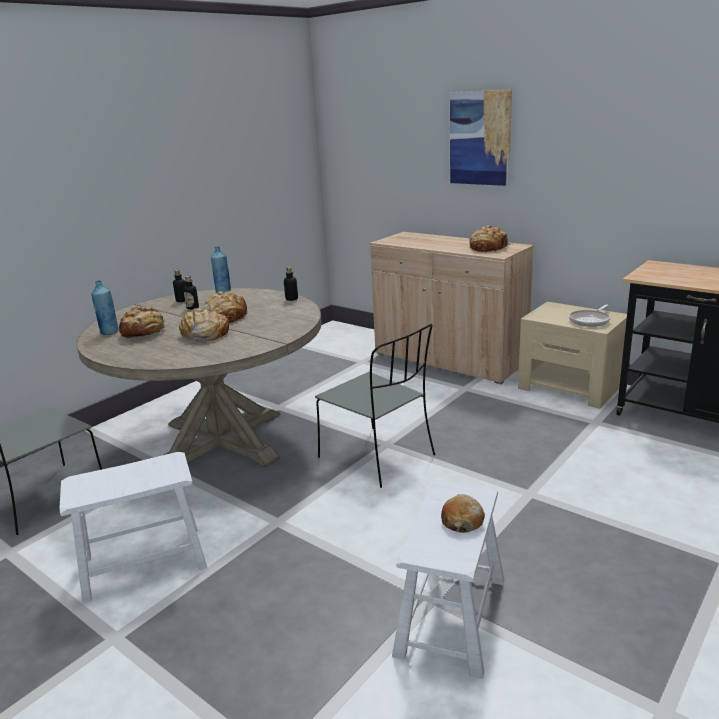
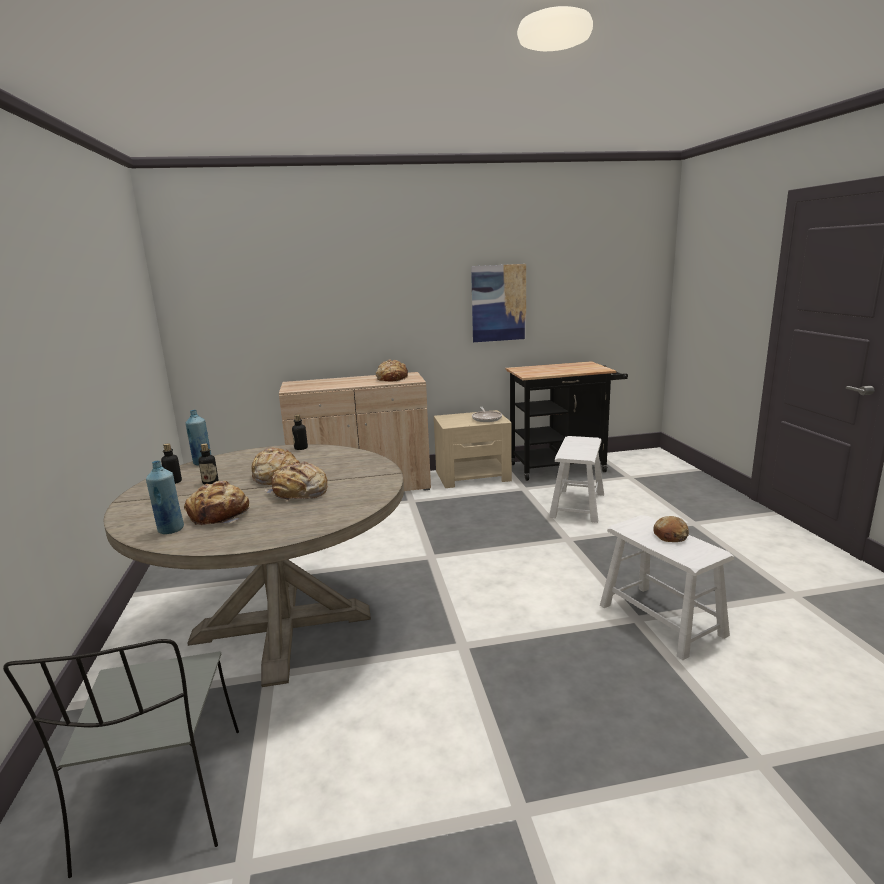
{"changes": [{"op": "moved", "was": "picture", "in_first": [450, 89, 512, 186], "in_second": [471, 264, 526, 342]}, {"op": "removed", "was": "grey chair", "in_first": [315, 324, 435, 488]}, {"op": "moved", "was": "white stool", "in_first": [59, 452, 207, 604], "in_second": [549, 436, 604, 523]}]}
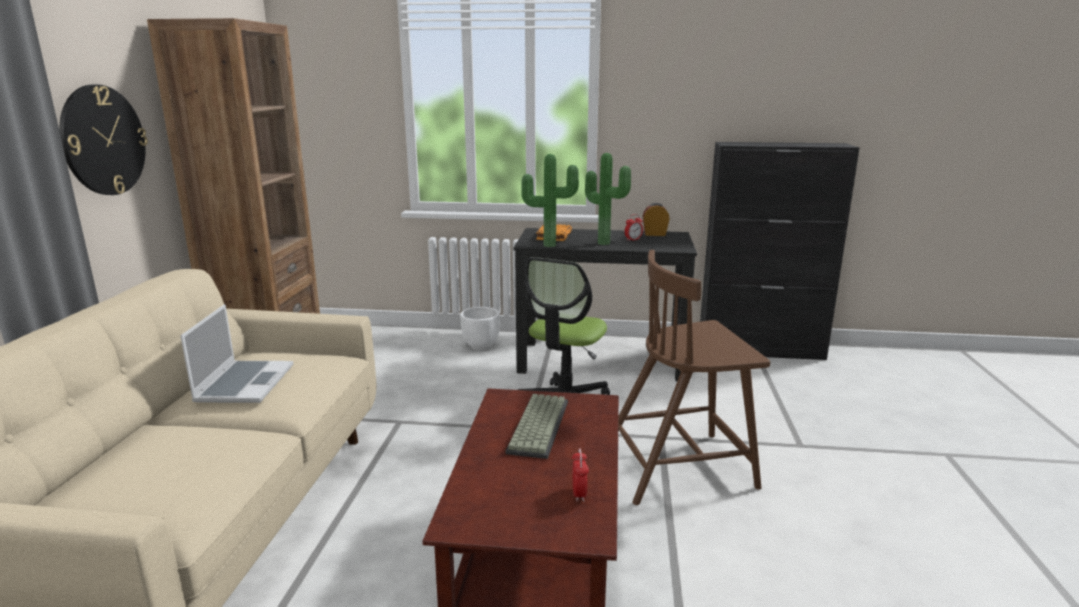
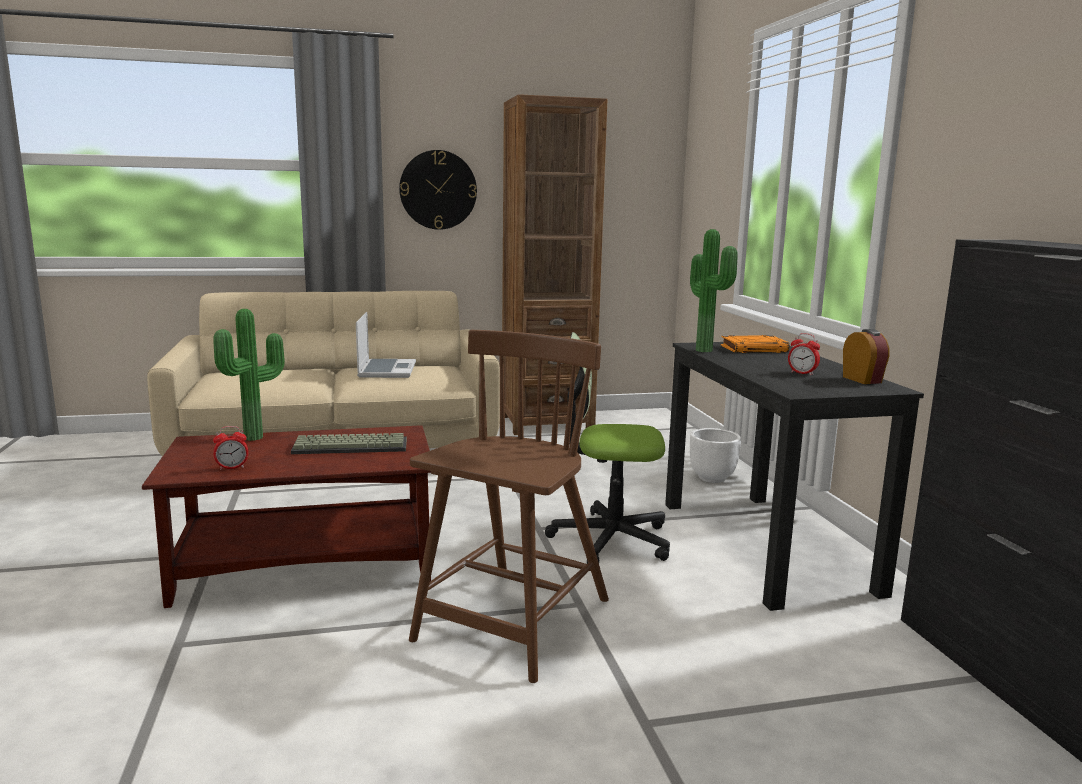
{"changes": [{"op": "moved", "was": "potted plant", "in_first": [585, 153, 631, 245], "in_second": [213, 309, 285, 441]}, {"op": "turned", "was": "brown chair", "in_first": [618, 250, 770, 505], "in_second": [409, 330, 609, 683], "clockwise": 60}, {"op": "turned", "was": "laptop", "in_first": [180, 304, 294, 403], "in_second": [356, 312, 416, 378], "clockwise": -75}]}
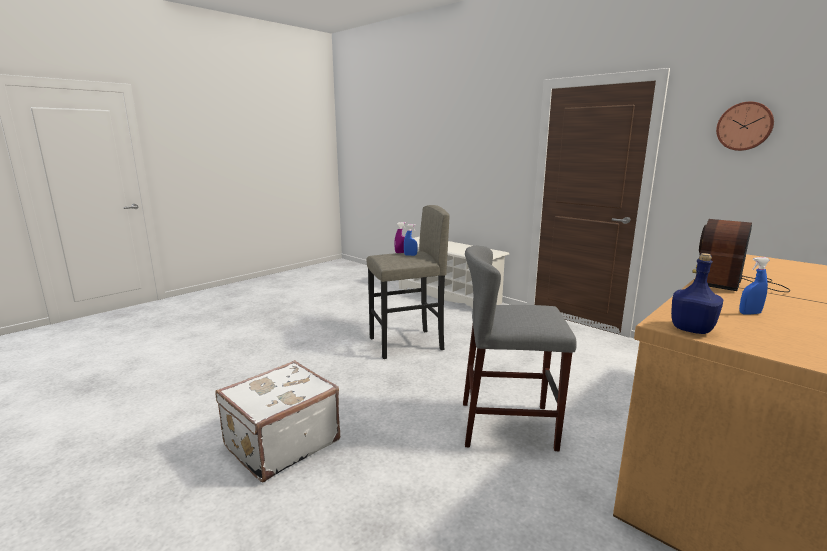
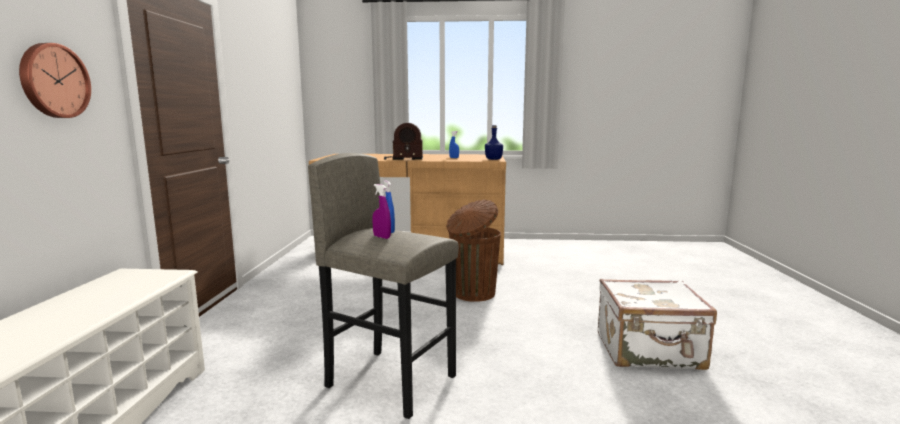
{"changes": [{"op": "moved", "was": "wall clock", "in_first": [716, 101, 774, 151], "in_second": [19, 43, 91, 118]}, {"op": "replaced", "was": "grey stool", "now": "brown trash can", "in_first": [463, 246, 577, 451], "in_second": [446, 200, 501, 302]}]}
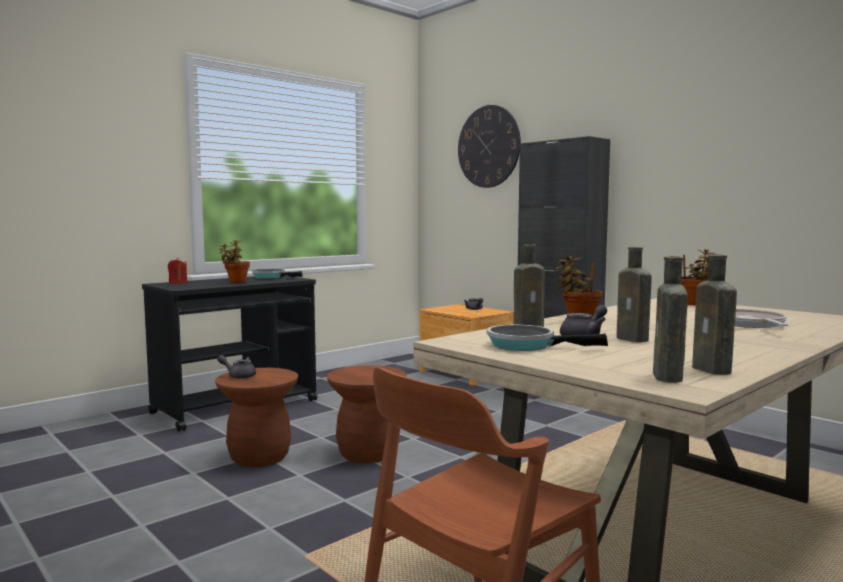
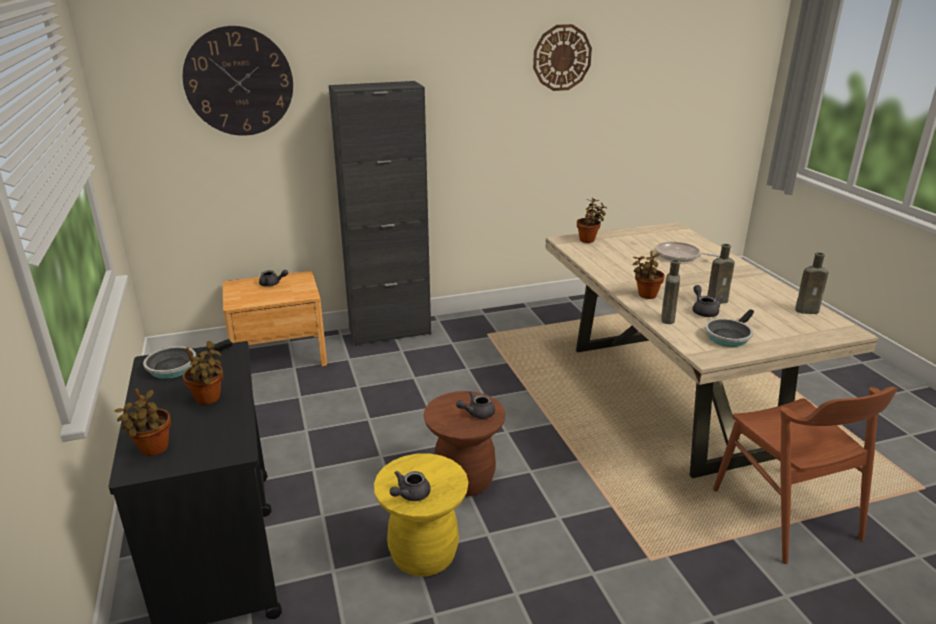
{"changes": [{"op": "removed", "was": "brown bottle", "in_first": [653, 256, 688, 383]}, {"op": "replaced", "was": "red candle", "now": "potted plant", "in_first": [168, 258, 187, 284], "in_second": [115, 389, 171, 456]}, {"op": "recoloured", "was": "brown stool", "now": "yellow stool", "in_first": [215, 368, 298, 467], "in_second": [374, 453, 468, 577]}, {"op": "added", "now": "wall clock", "in_second": [533, 24, 592, 91]}, {"op": "added", "now": "grey teapot", "in_second": [456, 391, 495, 419]}]}
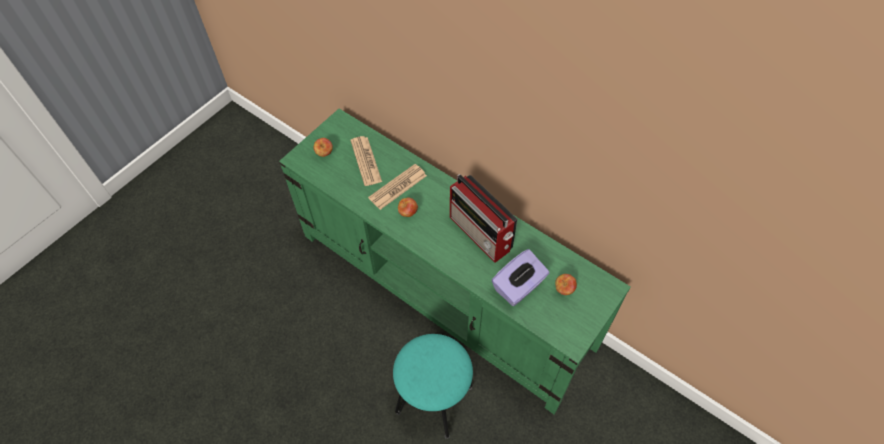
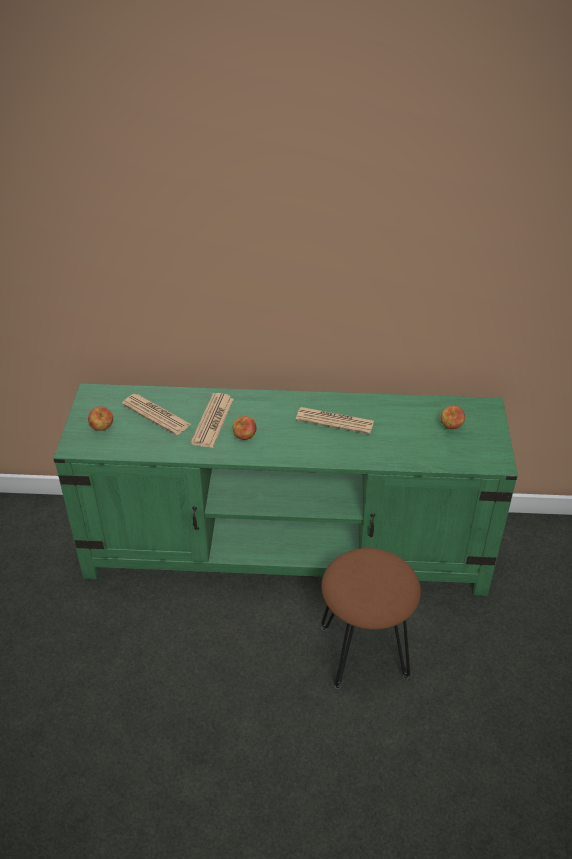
{"changes": [{"op": "replaced", "was": "radio", "now": "newspaper", "in_first": [450, 174, 517, 263], "in_second": [296, 407, 374, 434]}, {"op": "removed", "was": "purple tissue box", "in_first": [492, 249, 549, 306]}, {"op": "recoloured", "was": "turquoise stool", "now": "brown stool", "in_first": [393, 334, 473, 439], "in_second": [321, 548, 421, 690]}]}
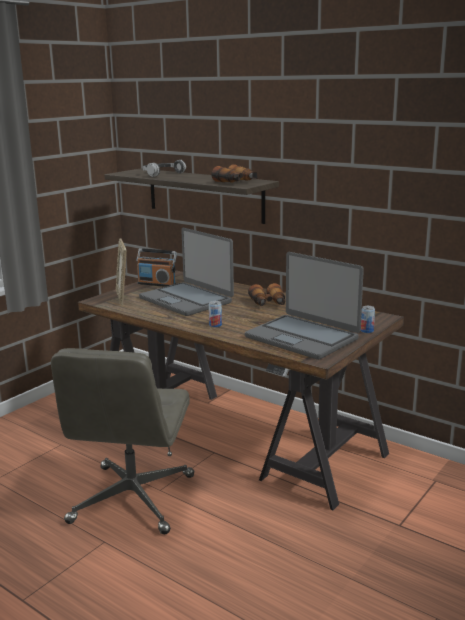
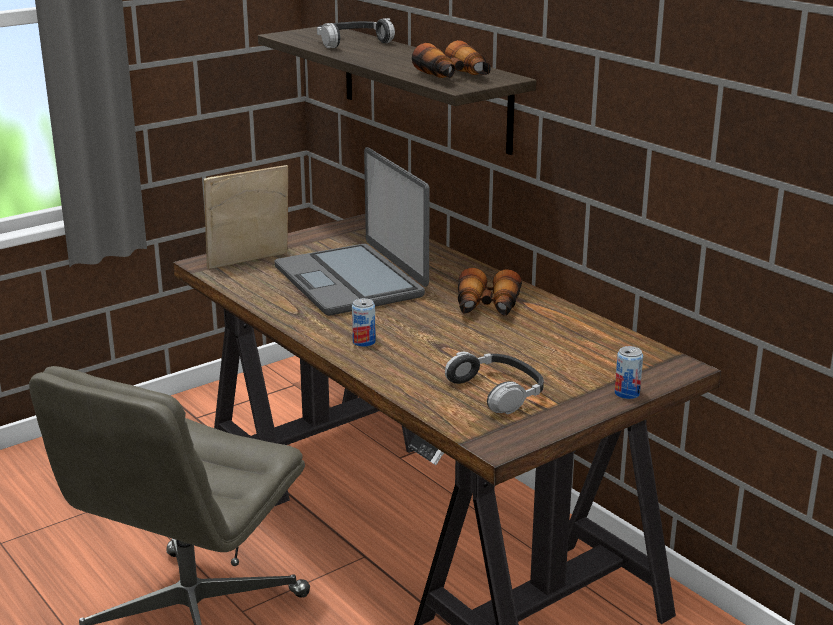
{"changes": [{"op": "turned", "was": "picture frame", "in_first": [116, 239, 127, 306], "in_second": [203, 165, 288, 269], "clockwise": 60}, {"op": "removed", "was": "radio", "in_first": [136, 248, 177, 287]}, {"op": "replaced", "was": "laptop", "now": "headphones", "in_first": [245, 252, 364, 360], "in_second": [445, 352, 544, 415]}]}
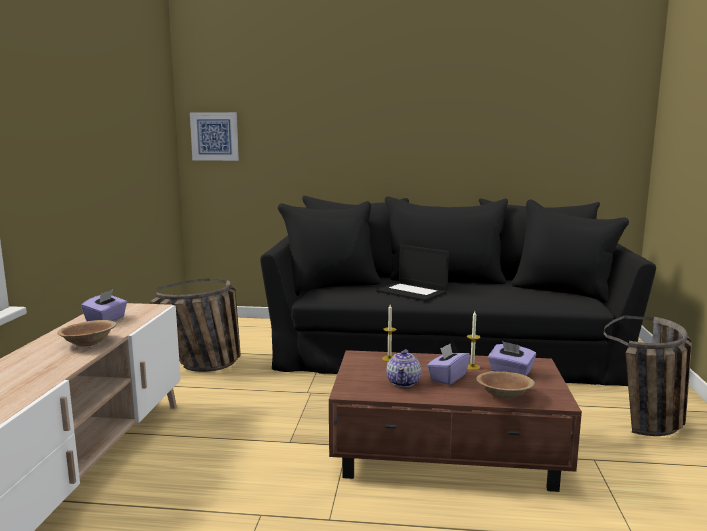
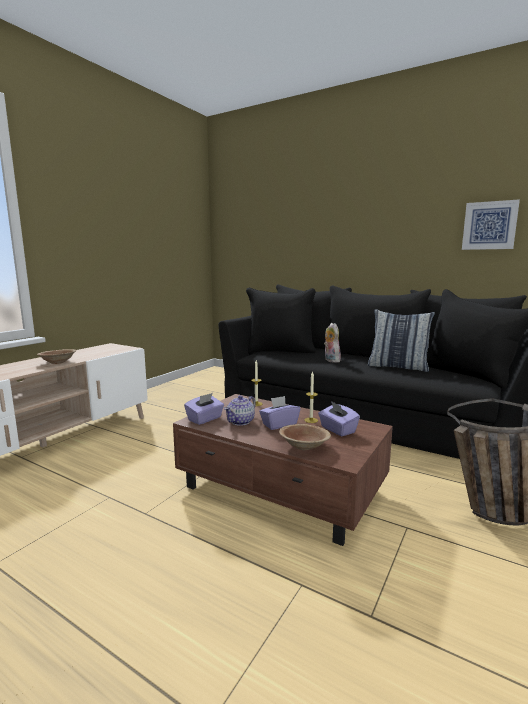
{"changes": [{"op": "moved", "was": "picture", "in_first": [190, 112, 239, 161], "in_second": [462, 199, 520, 250]}, {"op": "replaced", "was": "laptop", "now": "plush toy", "in_first": [376, 245, 449, 302], "in_second": [324, 323, 341, 363]}, {"op": "removed", "was": "basket", "in_first": [150, 278, 241, 372]}, {"op": "moved", "was": "purple tissue box", "in_first": [81, 290, 127, 321], "in_second": [184, 393, 224, 425]}, {"op": "added", "now": "pillow", "in_second": [368, 309, 435, 372]}]}
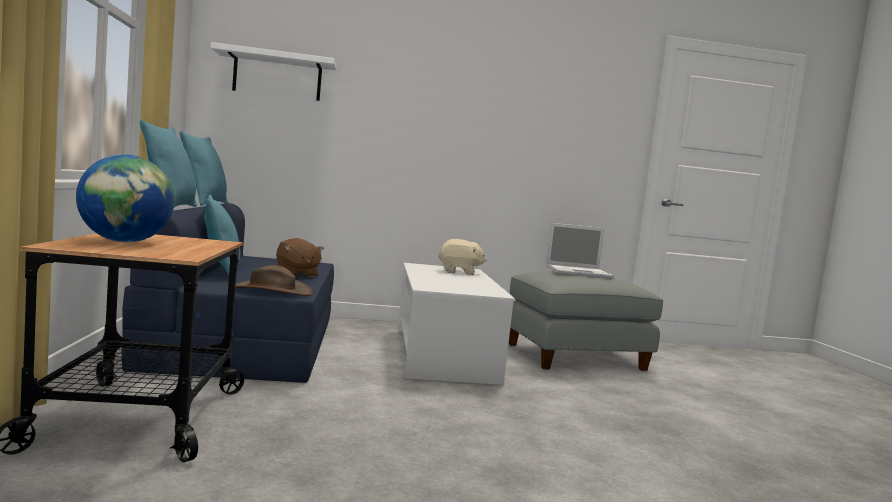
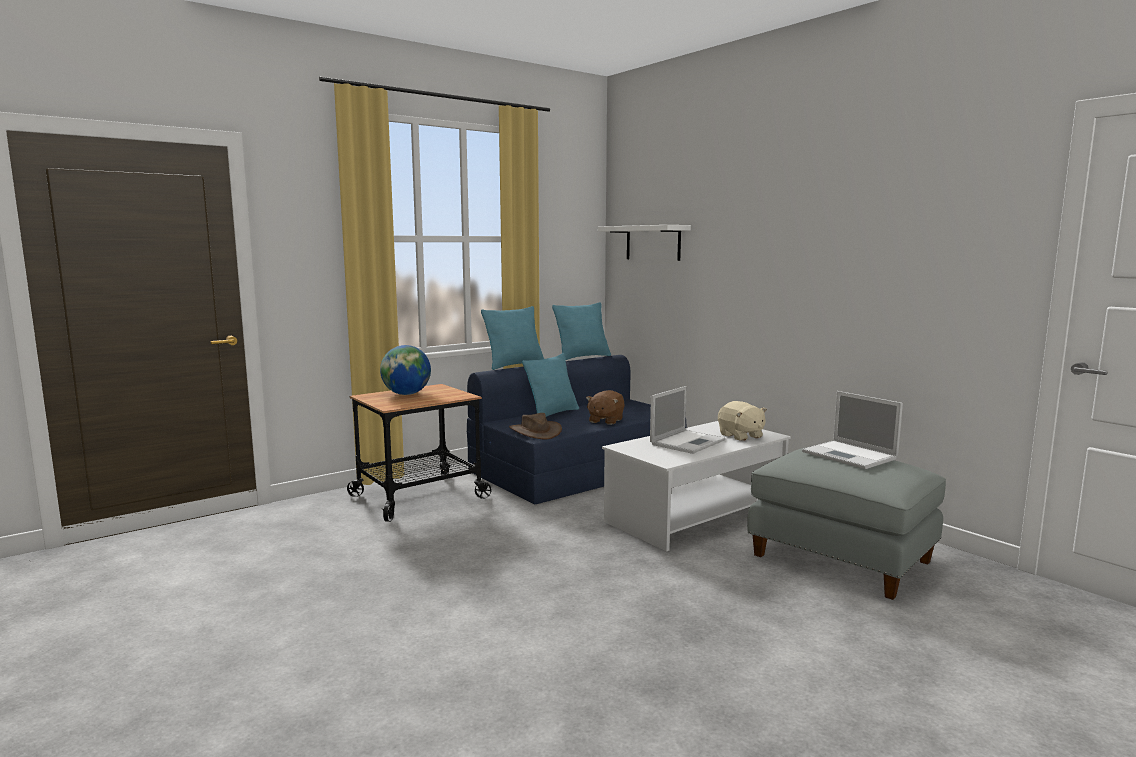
{"changes": [{"op": "added", "now": "laptop", "in_second": [650, 386, 725, 454]}]}
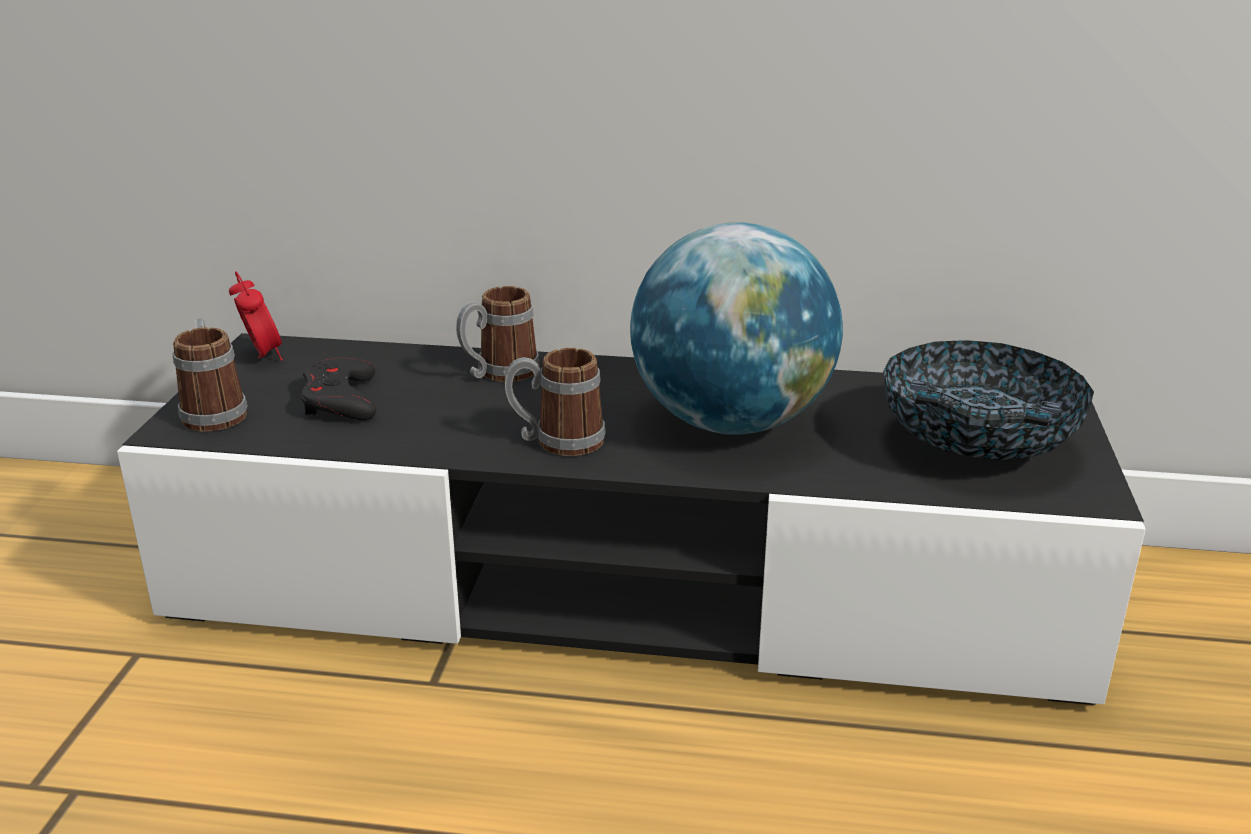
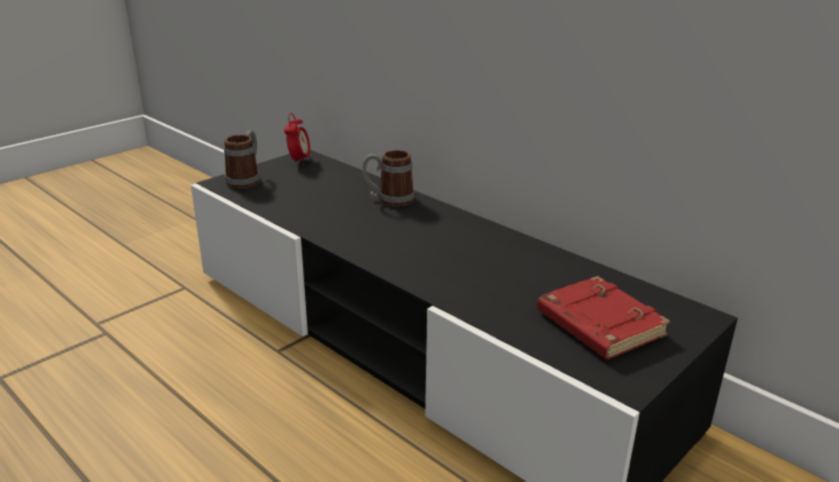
{"changes": [{"op": "removed", "was": "globe", "in_first": [630, 222, 843, 435]}, {"op": "replaced", "was": "bowl", "now": "red book", "in_first": [883, 340, 1094, 460], "in_second": [537, 276, 670, 359]}, {"op": "removed", "was": "mug", "in_first": [505, 348, 606, 456]}, {"op": "removed", "was": "black game controller", "in_first": [301, 357, 376, 420]}]}
